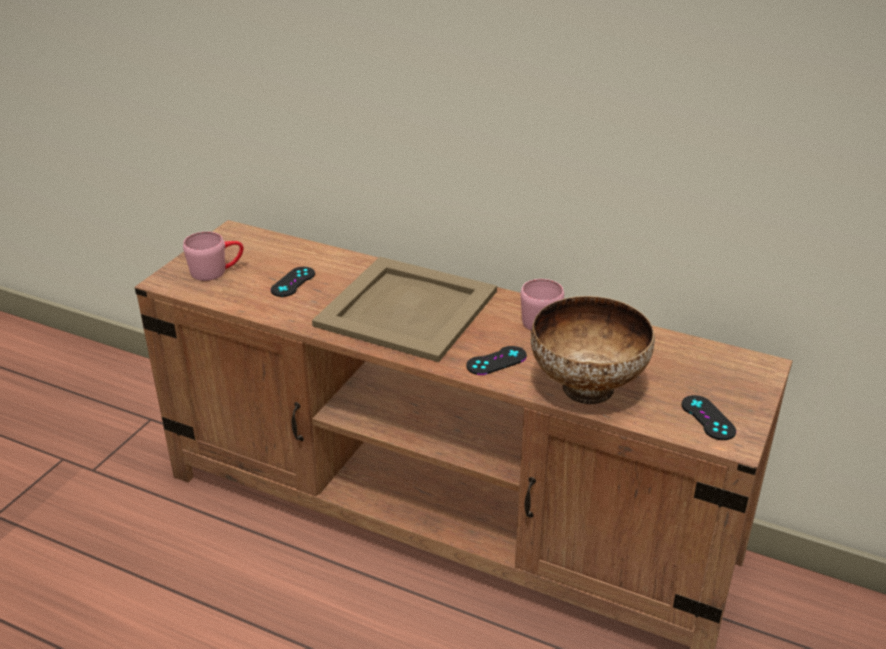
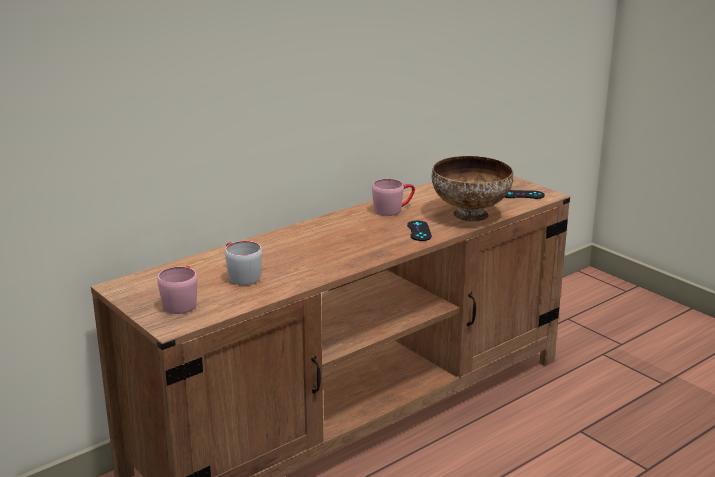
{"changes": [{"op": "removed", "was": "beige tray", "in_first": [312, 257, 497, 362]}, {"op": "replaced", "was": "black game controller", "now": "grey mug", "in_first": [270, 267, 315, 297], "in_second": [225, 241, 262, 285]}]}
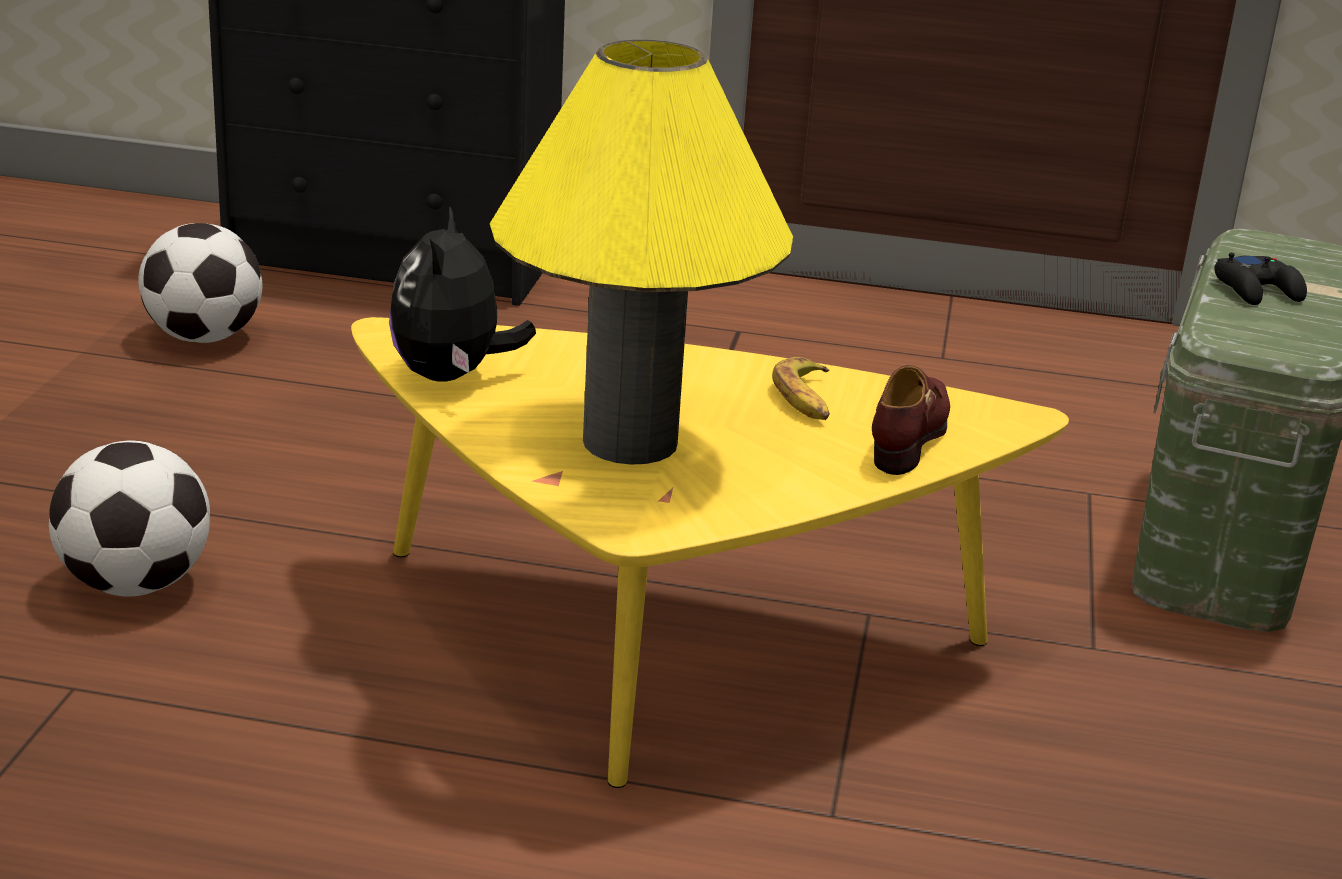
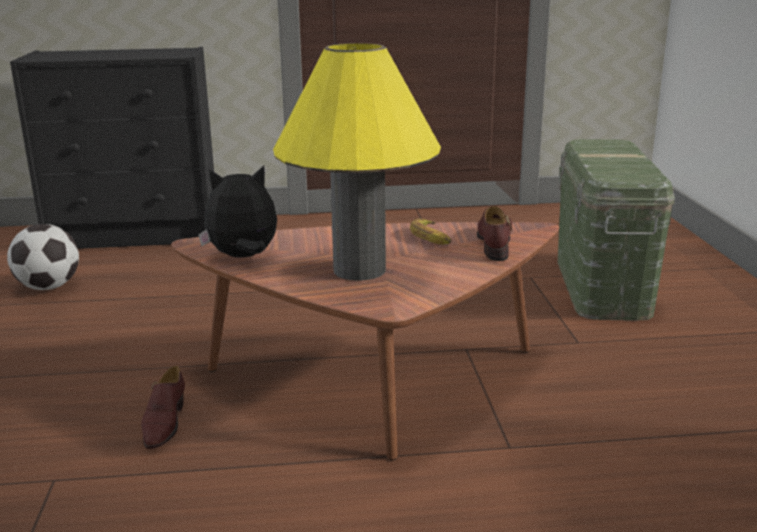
{"changes": [{"op": "turned", "was": "plush toy", "in_first": [389, 205, 536, 382], "in_second": [198, 165, 277, 257], "clockwise": 90}, {"op": "removed", "was": "black game controller", "in_first": [1214, 253, 1307, 305]}, {"op": "recoloured", "was": "yellow coffee table", "now": "brown coffee table", "in_first": [351, 317, 1069, 788], "in_second": [171, 222, 560, 460]}, {"op": "removed", "was": "football", "in_first": [49, 440, 210, 597]}, {"op": "added", "now": "brown shoe", "in_second": [141, 366, 185, 449]}]}
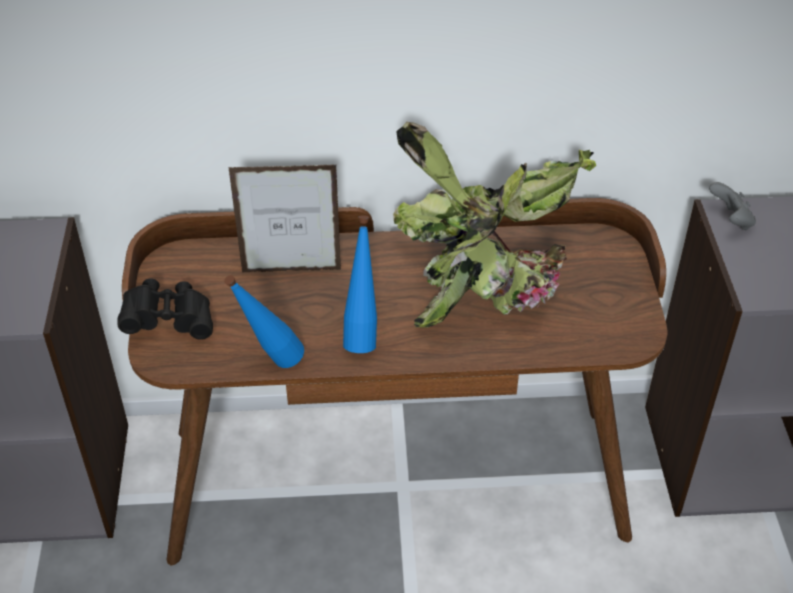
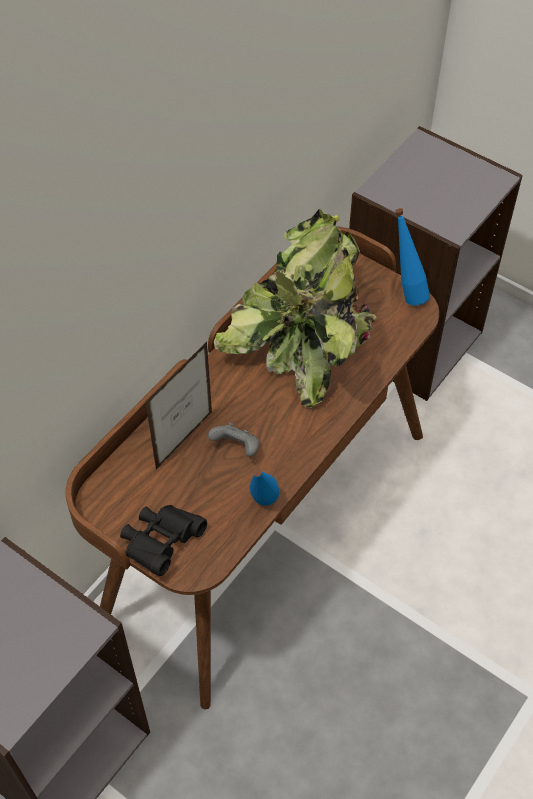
{"changes": [{"op": "moved", "was": "grey game controller", "in_first": [709, 182, 756, 230], "in_second": [208, 423, 259, 457]}, {"op": "moved", "was": "blue bottle", "in_first": [343, 215, 377, 353], "in_second": [395, 208, 430, 305]}]}
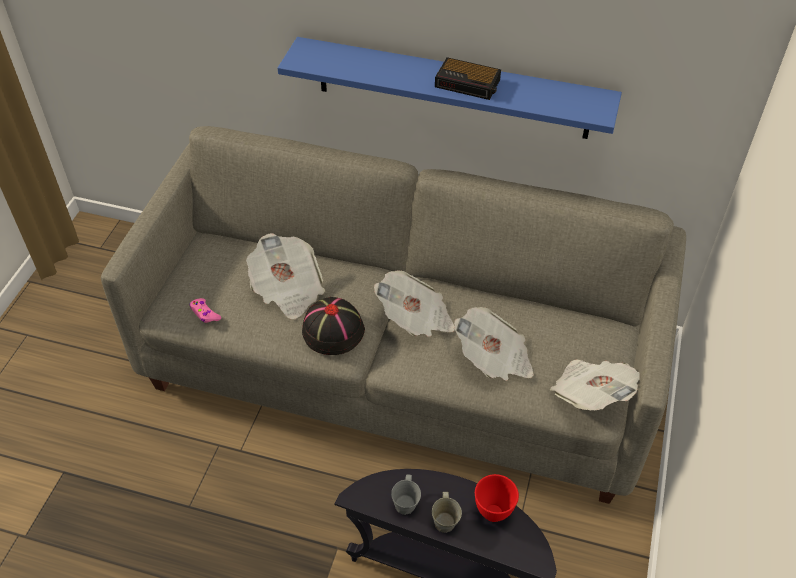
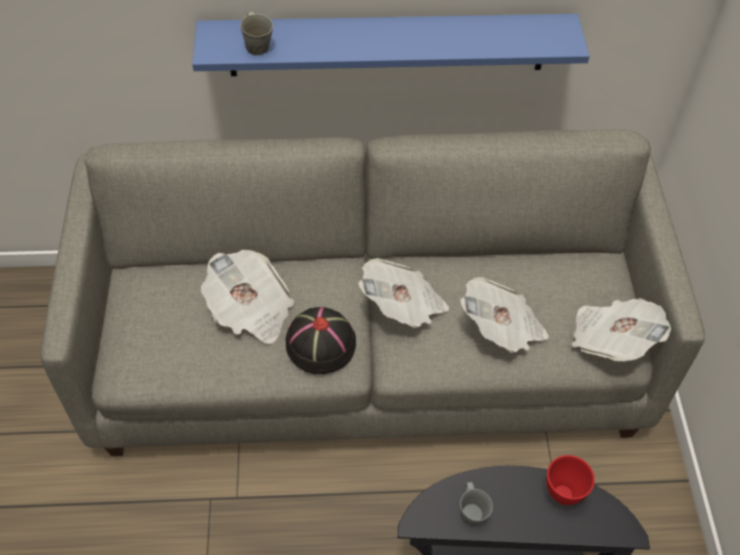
{"changes": [{"op": "removed", "was": "alarm clock", "in_first": [435, 57, 501, 100]}, {"op": "removed", "was": "pink game controller", "in_first": [189, 298, 221, 323]}, {"op": "moved", "was": "grey mug", "in_first": [432, 492, 462, 533], "in_second": [240, 12, 273, 55]}]}
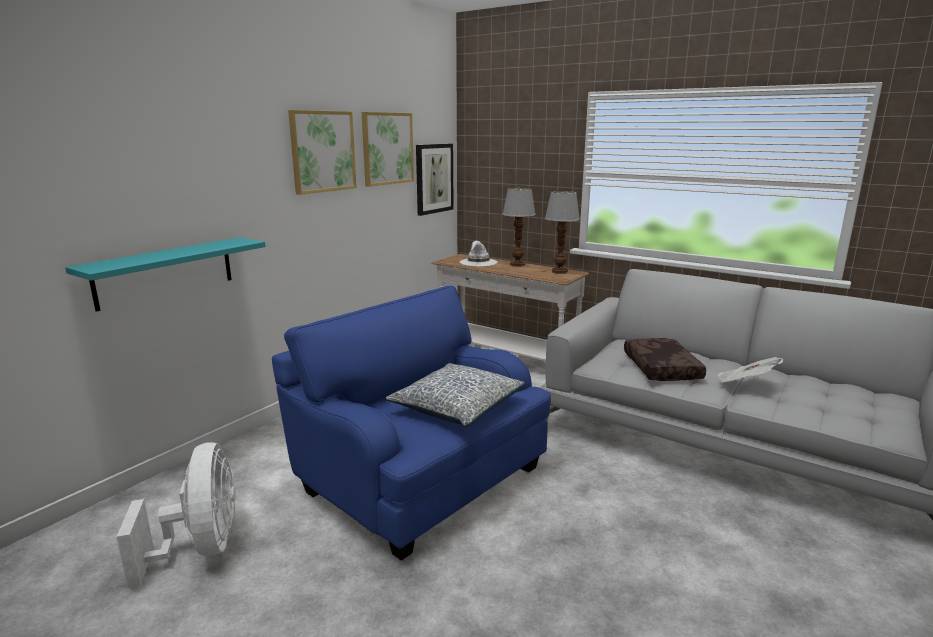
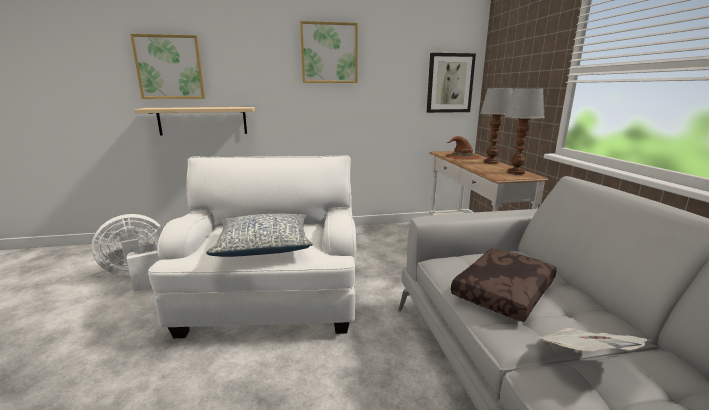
{"changes": [{"op": "moved", "was": "picture", "in_first": [362, 112, 414, 187], "in_second": [130, 34, 205, 99]}, {"op": "recoloured", "was": "turquoise shelf", "now": "beige shelf", "in_first": [65, 237, 266, 312], "in_second": [134, 107, 255, 136]}, {"op": "recoloured", "was": "white hat", "now": "brown hat", "in_first": [460, 241, 497, 266], "in_second": [446, 136, 481, 160]}, {"op": "recoloured", "was": "blue armchair", "now": "white armchair", "in_first": [272, 285, 551, 561], "in_second": [148, 155, 356, 338]}, {"op": "turned", "was": "white fan", "in_first": [116, 443, 236, 588], "in_second": [92, 214, 163, 292], "clockwise": -150}]}
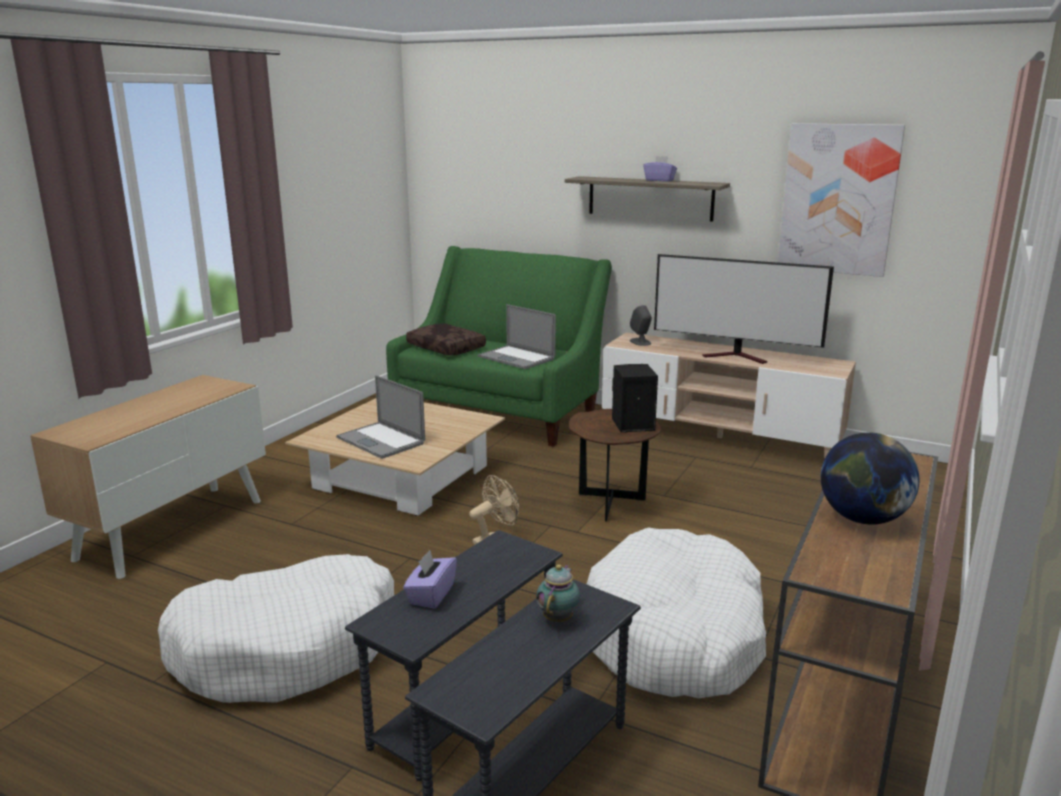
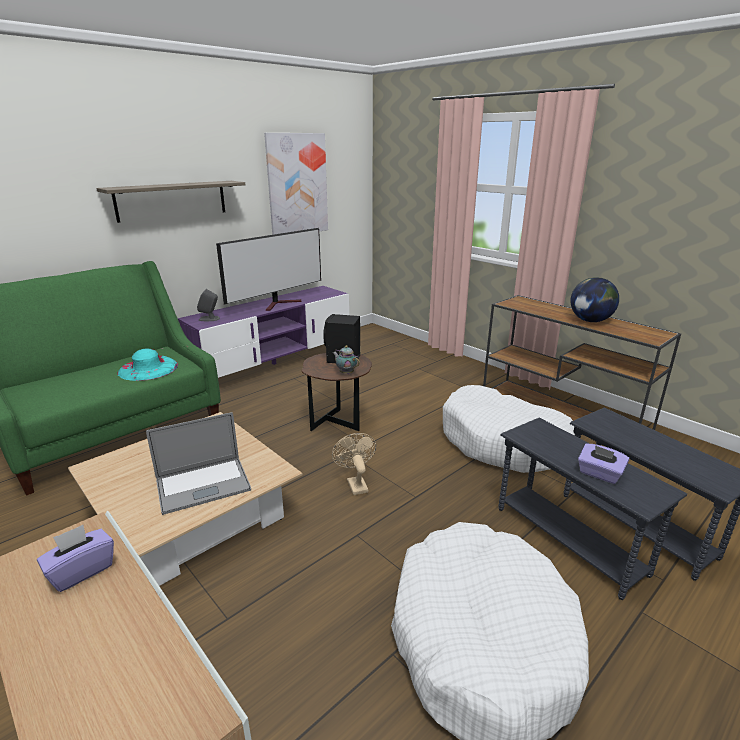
{"changes": [{"op": "moved", "was": "purple tissue box", "in_first": [643, 156, 677, 182], "in_second": [37, 525, 114, 592]}, {"op": "replaced", "was": "laptop", "now": "turquoise hat", "in_first": [478, 304, 556, 369], "in_second": [117, 348, 178, 381]}, {"op": "removed", "was": "brown pillow", "in_first": [406, 323, 486, 355]}, {"op": "recoloured", "was": "beige tv stand", "now": "purple tv stand", "in_first": [602, 332, 856, 459], "in_second": [178, 286, 349, 378]}, {"op": "moved", "was": "teapot", "in_first": [536, 564, 580, 622], "in_second": [333, 345, 360, 374]}]}
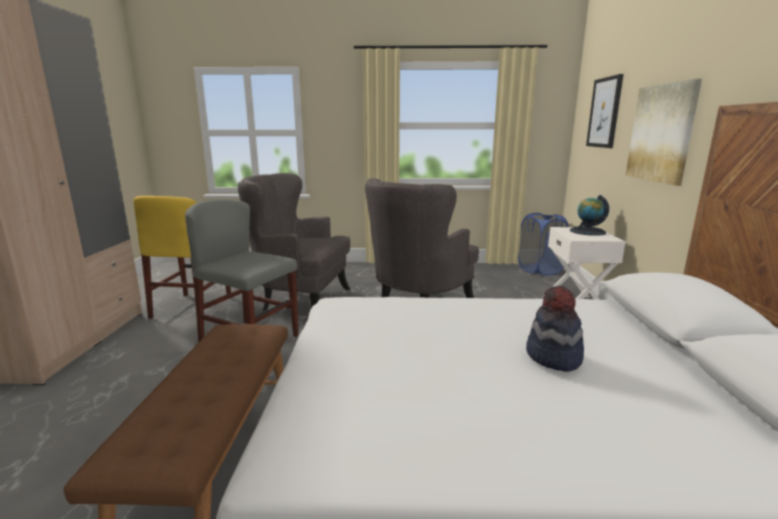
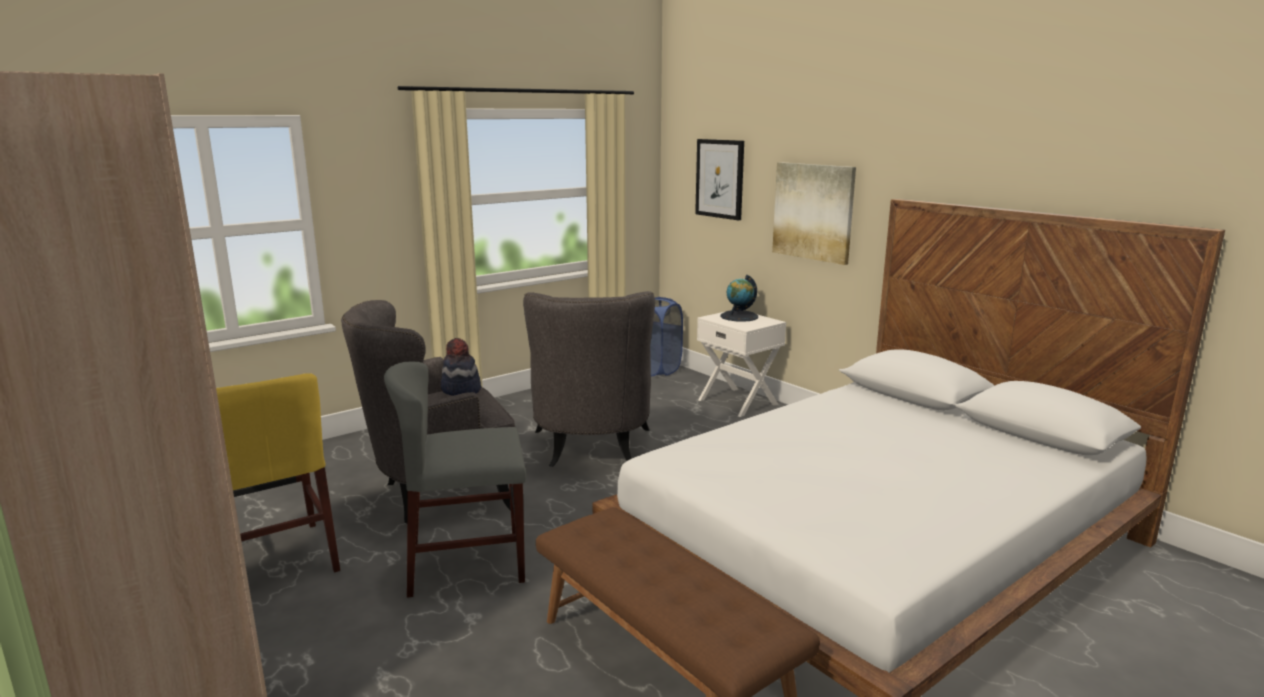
{"changes": [{"op": "moved", "was": "hat", "in_first": [526, 286, 584, 372], "in_second": [441, 338, 481, 396]}]}
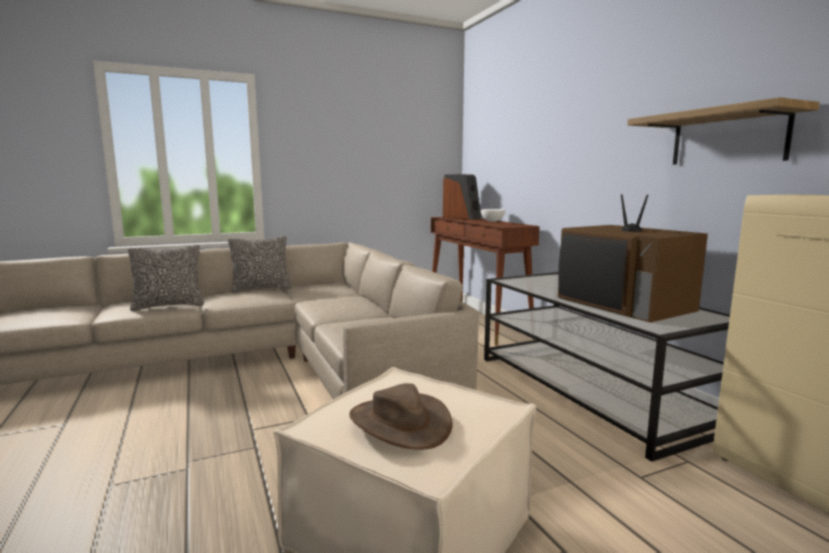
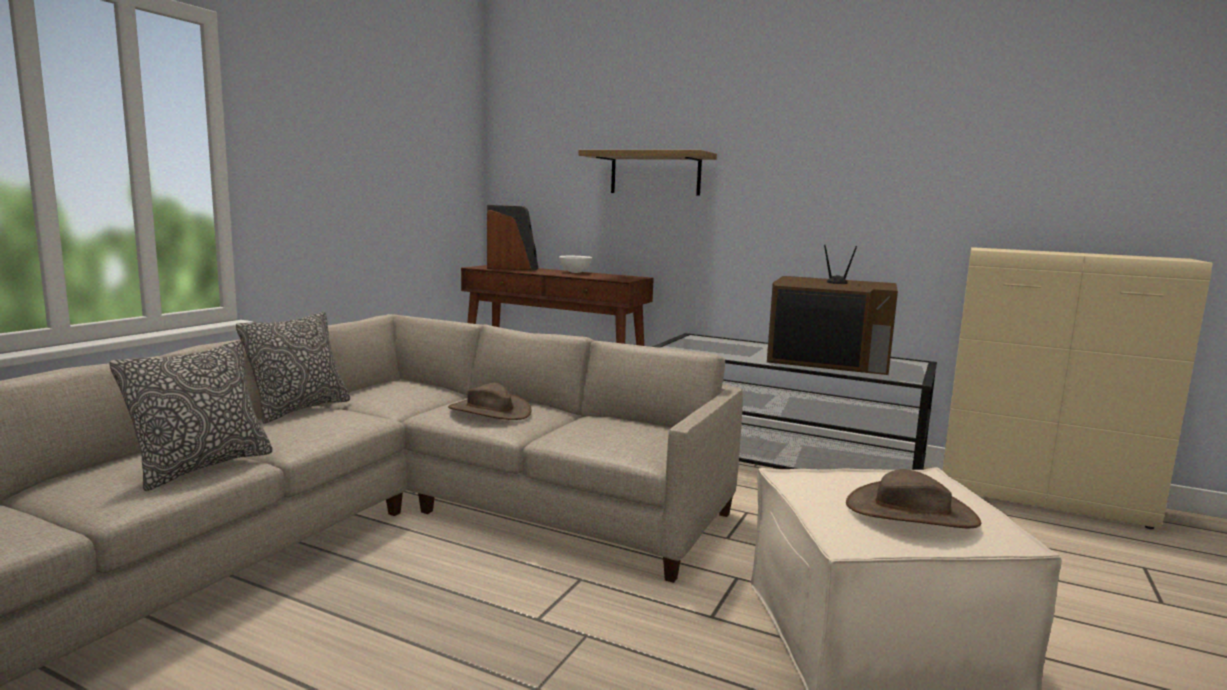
{"changes": [{"op": "moved", "was": "shelf", "in_first": [627, 97, 820, 165], "in_second": [578, 150, 717, 196]}, {"op": "added", "now": "brown hat", "in_second": [448, 383, 532, 420]}]}
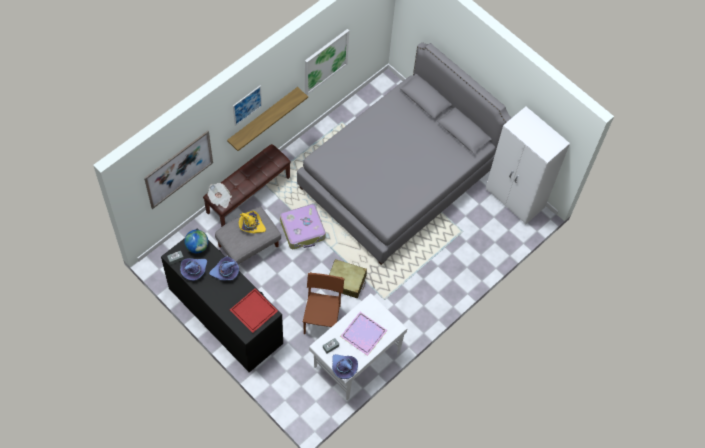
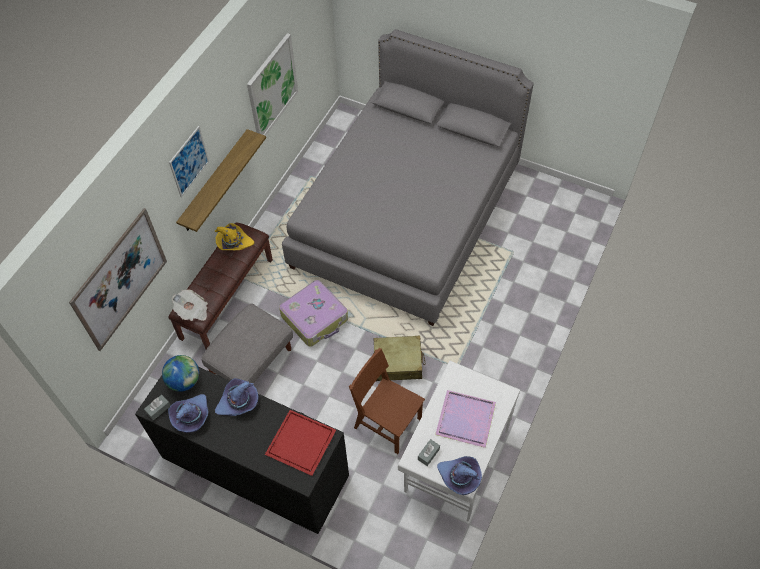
{"changes": [{"op": "removed", "was": "white wardrobe", "in_first": [486, 107, 570, 225]}, {"op": "moved", "was": "yellow hat", "in_first": [239, 211, 266, 233], "in_second": [214, 223, 254, 250]}, {"op": "turned", "was": "brown chair", "in_first": [303, 272, 344, 334], "in_second": [349, 348, 425, 454], "clockwise": -45}]}
